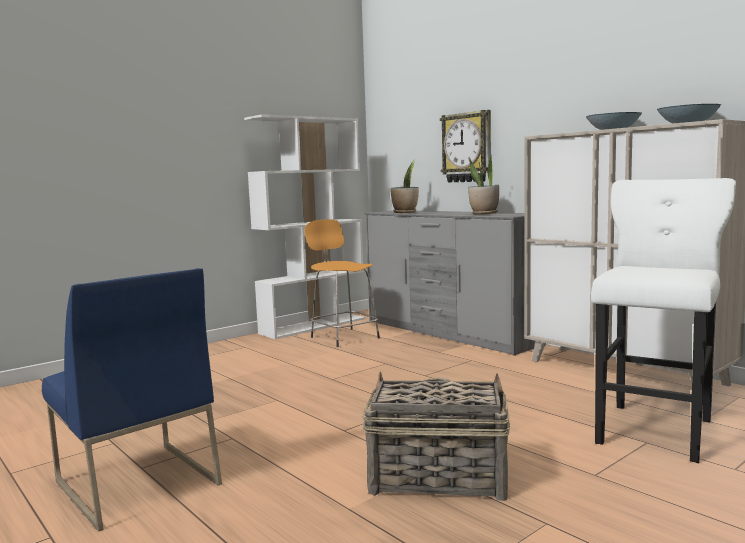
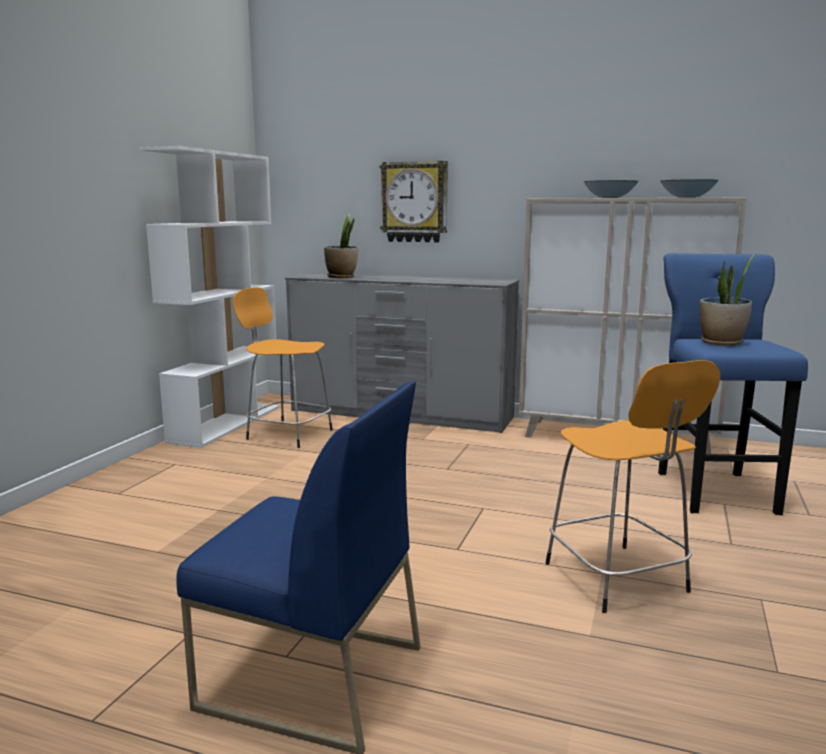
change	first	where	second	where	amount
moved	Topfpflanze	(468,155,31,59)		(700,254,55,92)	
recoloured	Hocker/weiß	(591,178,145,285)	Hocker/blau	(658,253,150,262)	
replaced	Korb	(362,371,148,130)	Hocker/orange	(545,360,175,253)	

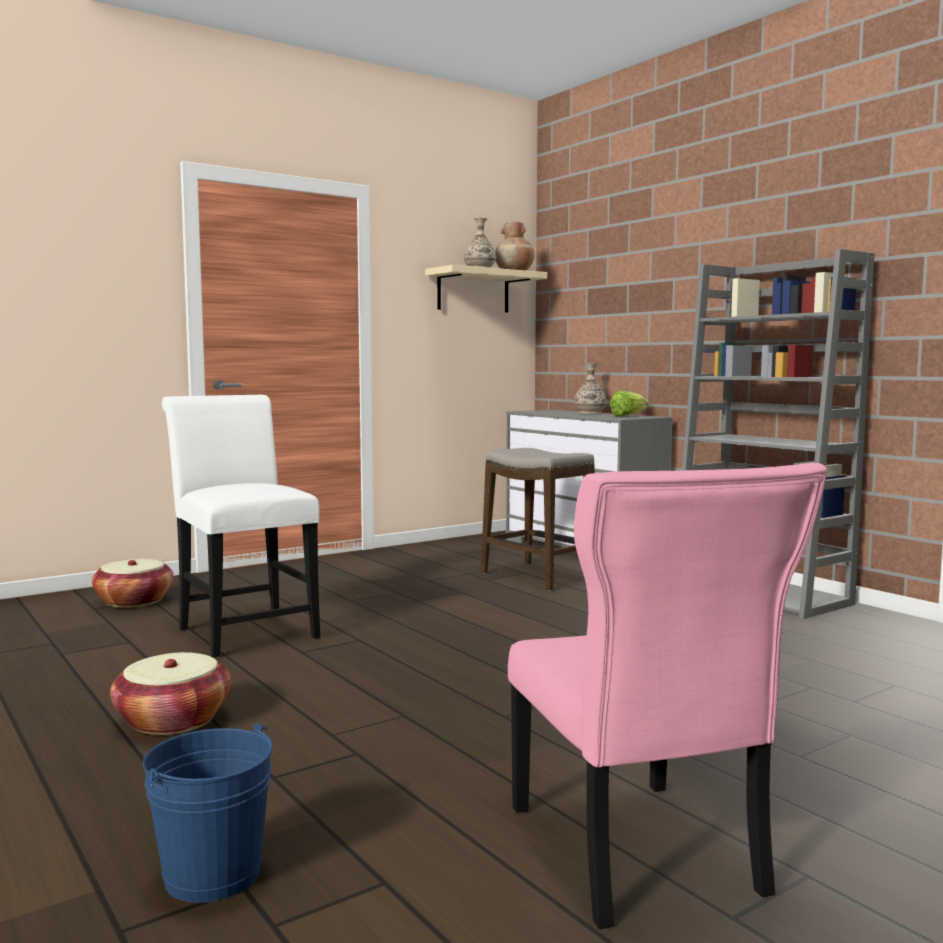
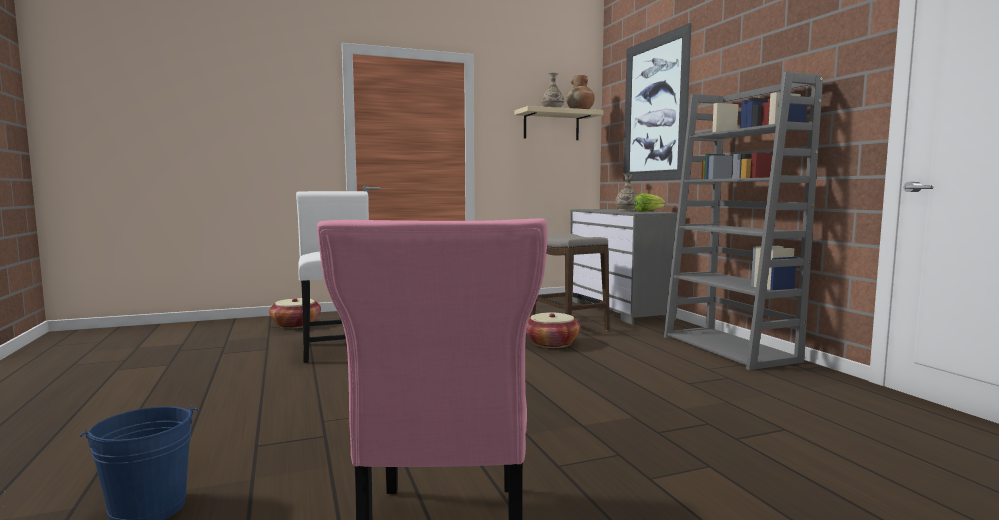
change	first	where	second	where	amount
moved	Korb	(110,652,121,83)		(526,312,54,36)	
added			Bild	(623,23,69,158)	

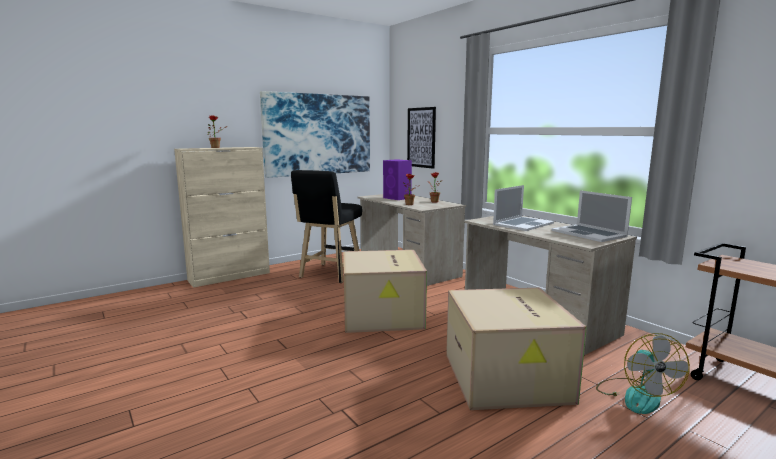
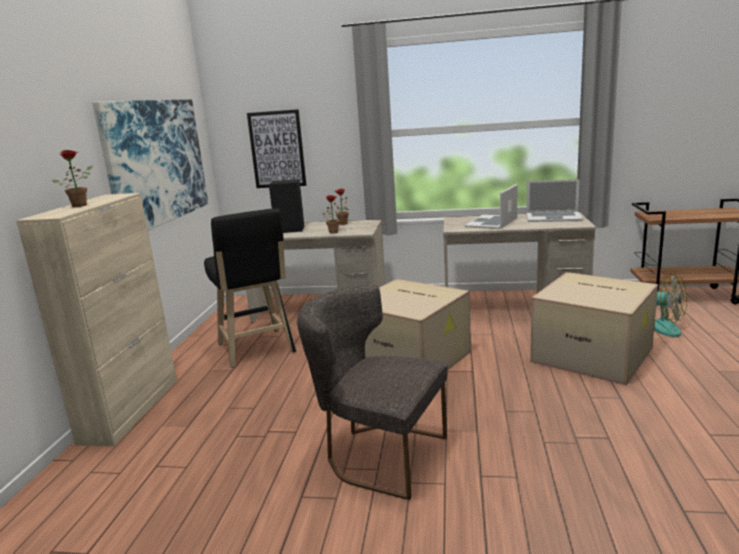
change	first	where	second	where	amount
recoloured	Lautsprecher/lila	(383,159,29,41)	Lautsprecher/schwarz	(269,179,35,54)	
turned	Laptop	(493,185,61,46)		(465,184,52,45)	150 degrees counterclockwise
added			Stuhl/grau	(297,285,150,215)	

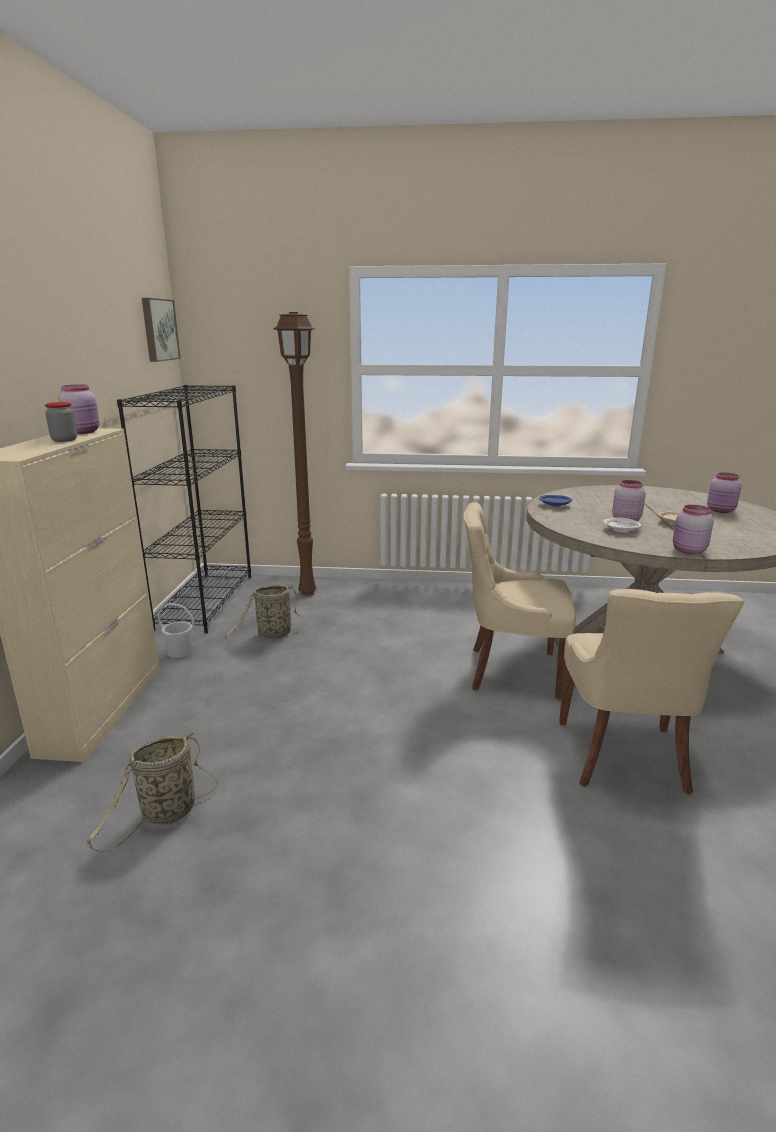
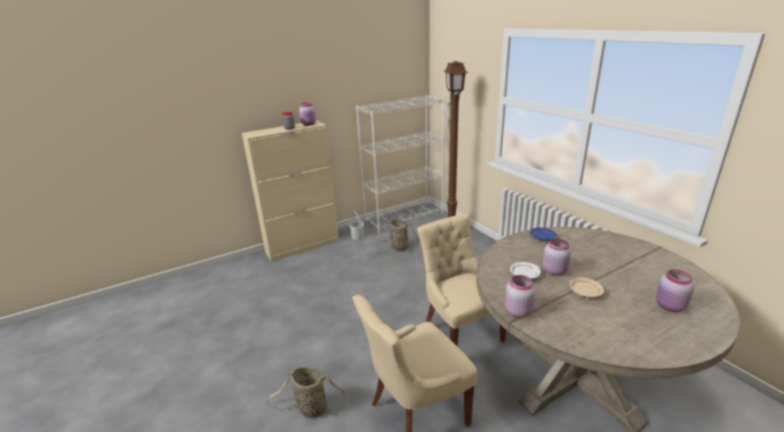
change	first	where	second	where	amount
removed	Bild	(142,298,39,64)			
recoloured	Bücherregal/schwarz	(117,385,134,249)	Bücherregal/weiß	(356,95,89,138)	
moved	Korb	(86,732,132,120)		(267,367,78,51)	

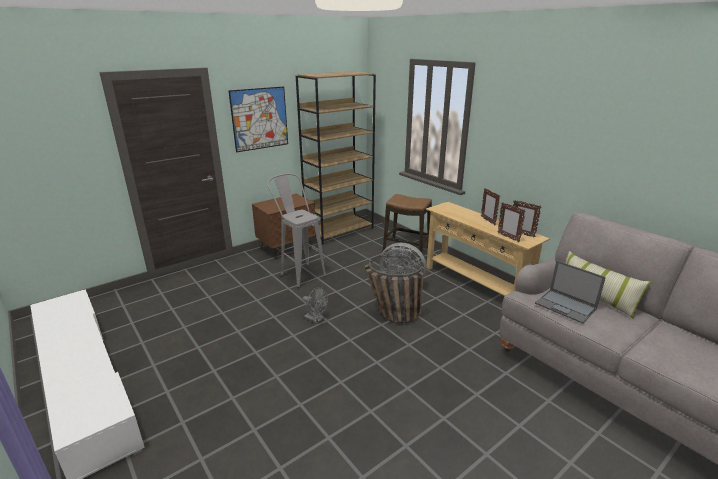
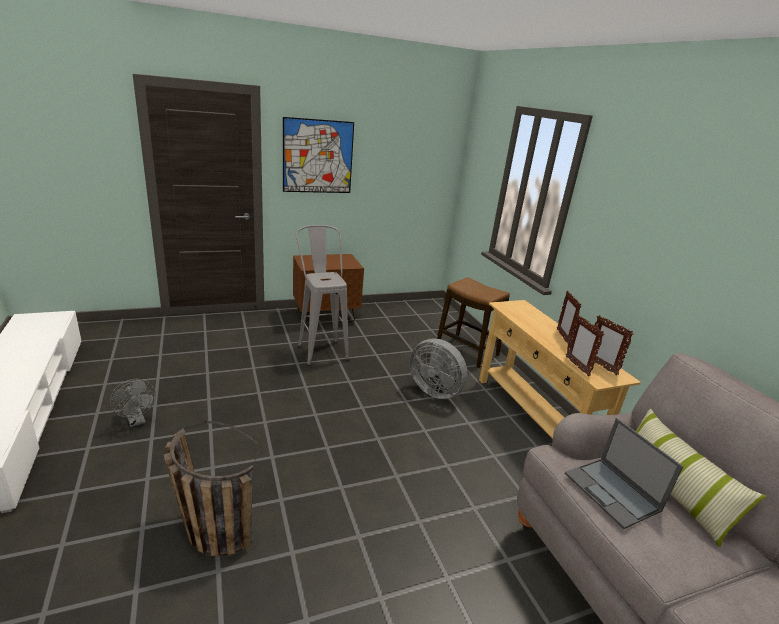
change	first	where	second	where	amount
removed	Bücherregal/braun	(296,71,80,174)			
moved	Korb	(365,256,59,67)		(164,421,97,135)	
moved	Ventilator/grau	(303,287,25,37)		(110,379,46,48)	

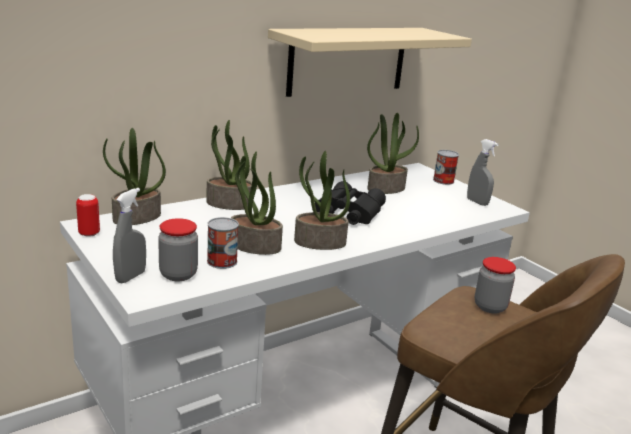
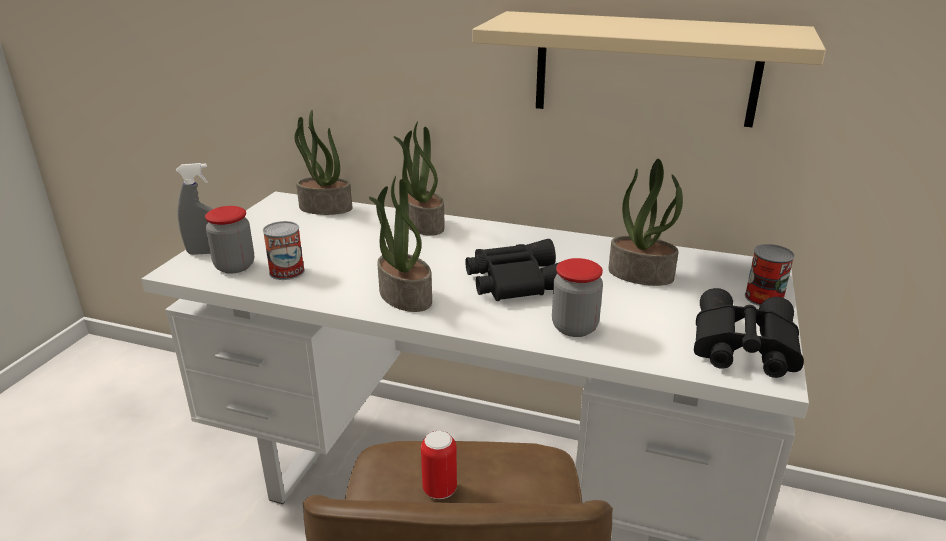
change	first	where	second	where	amount
replaced	Sprühflasche/grau	(467,139,32,67)	Fernglas/schwarz	(694,288,110,90)	
removed	Topfpflanze	(231,151,52,104)			
moved	Dose	(76,194,24,43)		(421,431,36,68)	
moved	Vorratsglas	(475,257,41,56)		(552,258,51,79)	

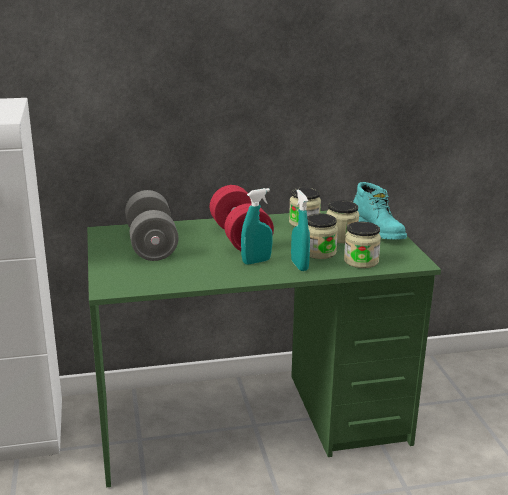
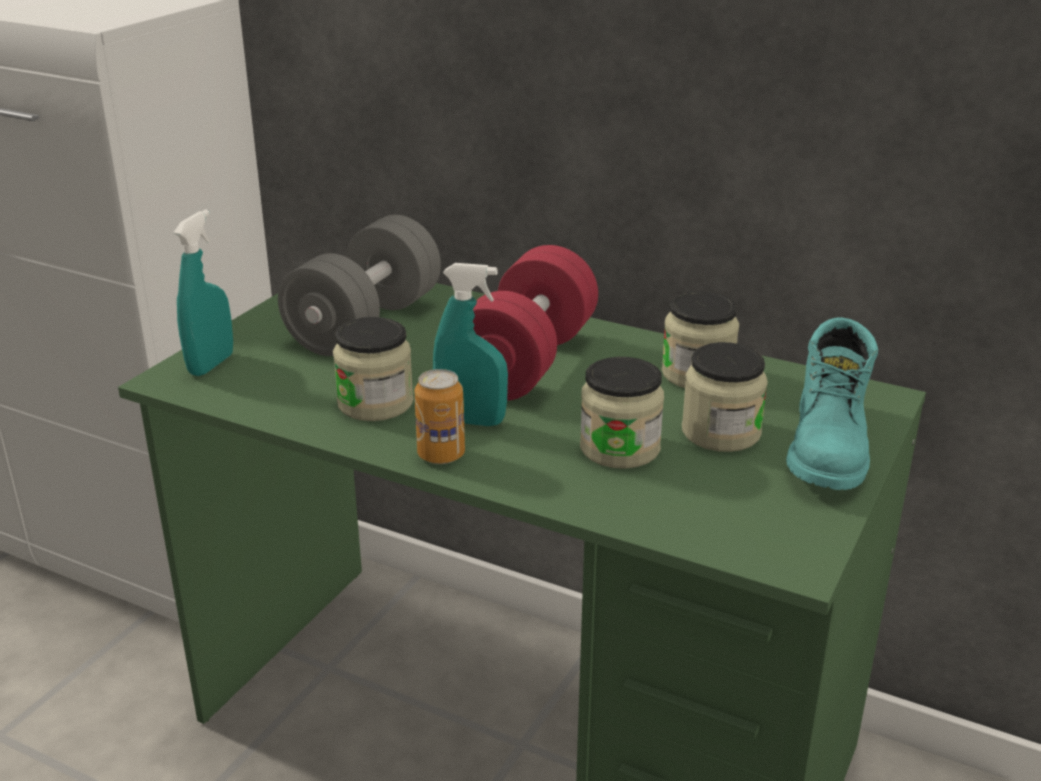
change	first	where	second	where	amount
moved	Sprühflasche/türkis	(291,189,19,82)		(174,209,59,167)	
moved	Vorratsglas	(344,222,37,46)		(333,317,80,104)	
added			Dose	(414,369,51,95)	

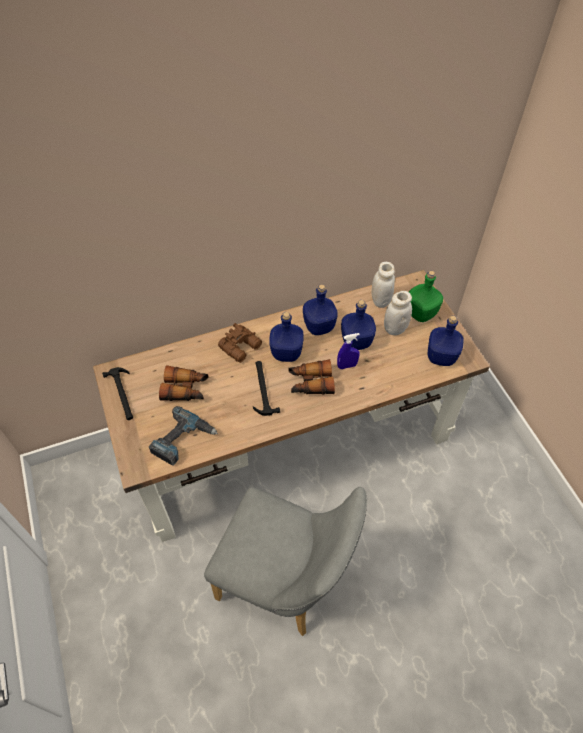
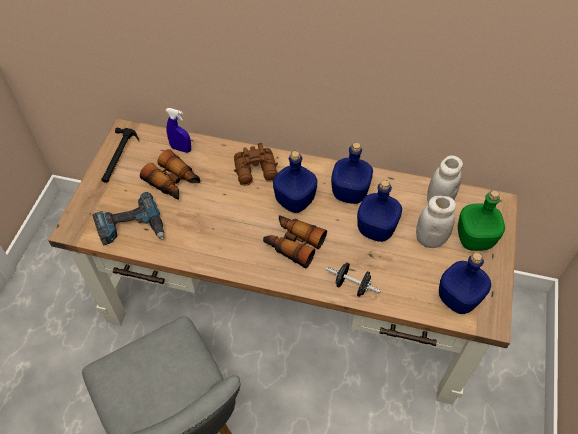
change	first	where	second	where	amount
moved	Sprühflasche/blau	(337,333,23,36)		(166,108,25,45)	
removed	Hammer	(253,361,27,55)			
added			Hantel/schwarz	(326,263,55,34)	

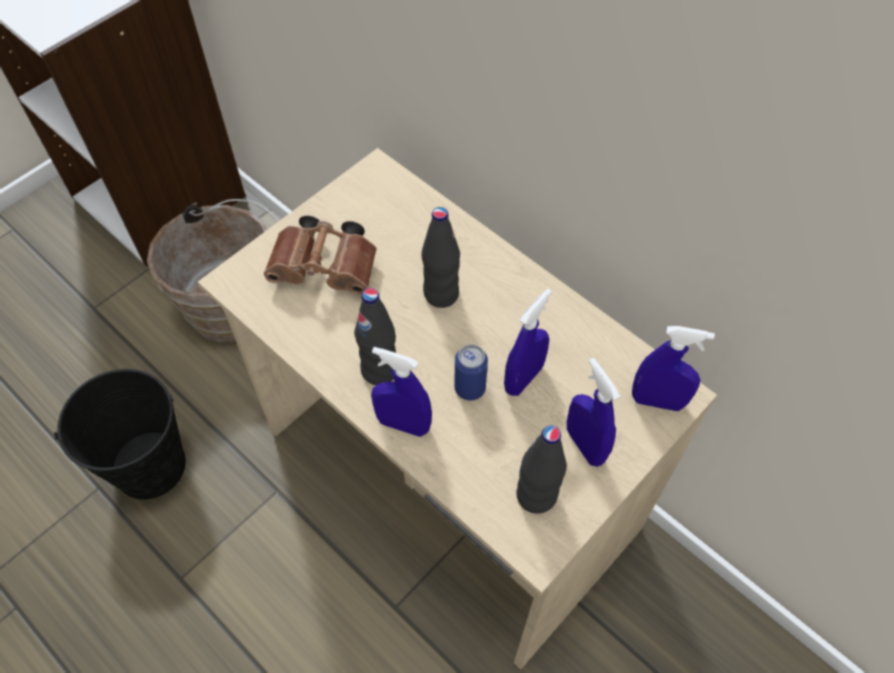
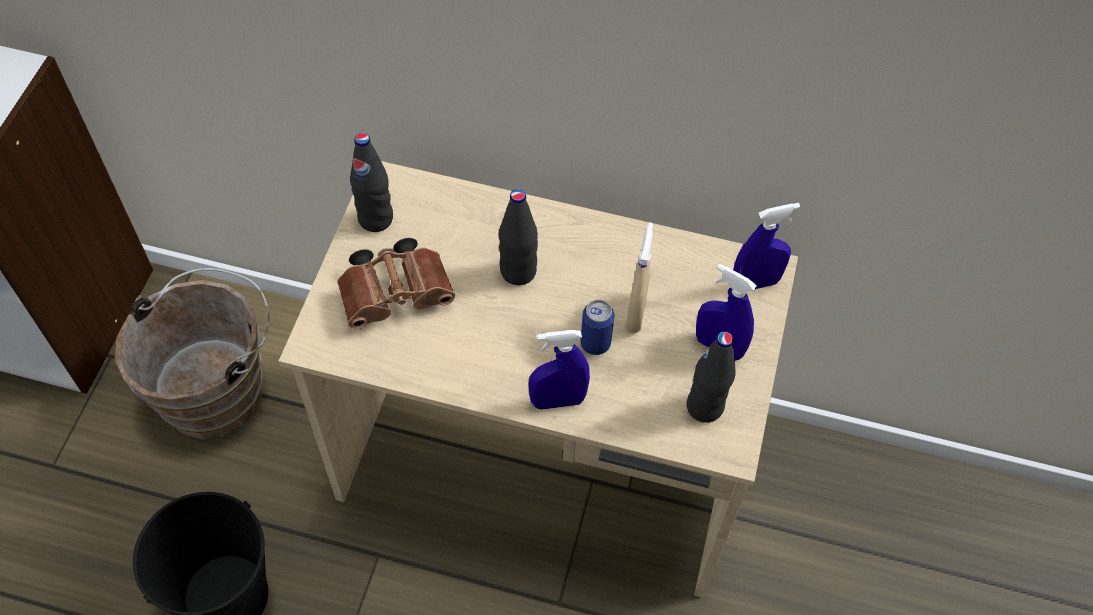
change	first	where	second	where	amount
moved	Flasche/schwarz	(354,288,42,97)		(350,133,43,99)	
recoloured	Sprühflasche/blau	(504,289,48,107)	Sprühflasche/beige	(625,222,28,111)	

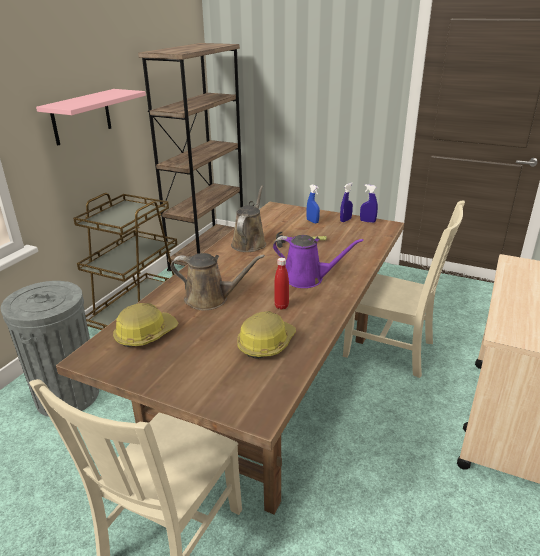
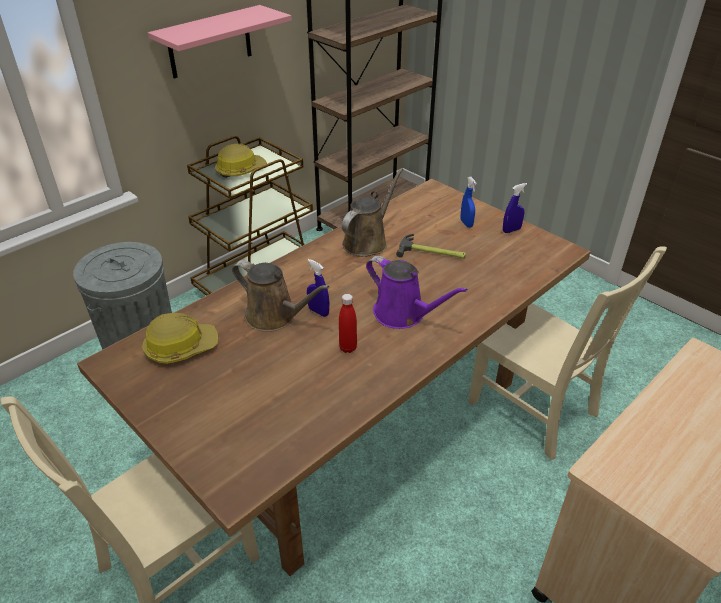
change	first	where	second	where	amount
moved	Sprühflasche/blau	(360,184,18,39)		(307,259,22,58)	
moved	Schutzhelm	(237,311,59,48)		(215,144,52,34)	

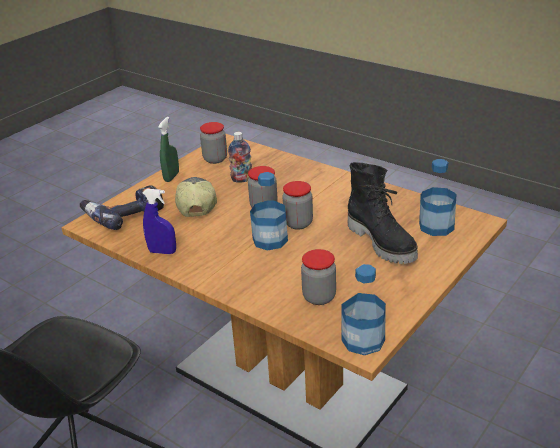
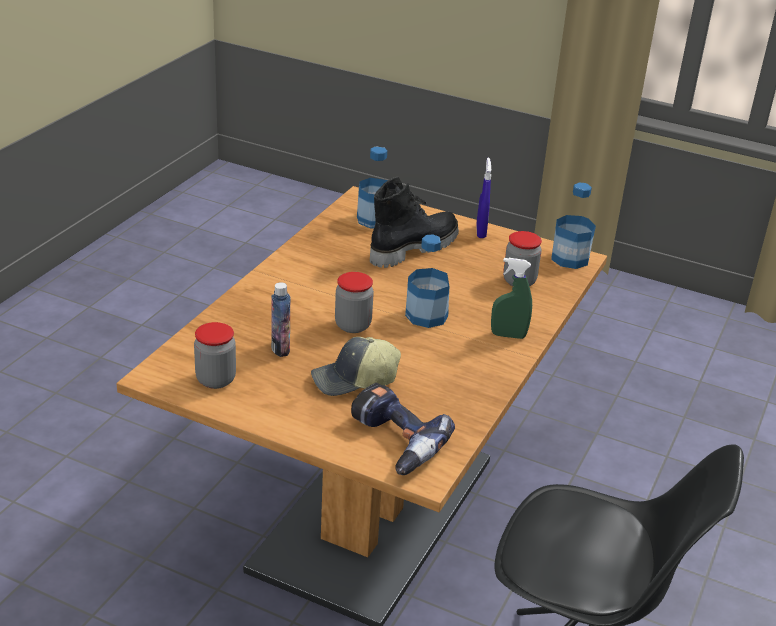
change	first	where	second	where	amount
moved	Sprühflasche/grün	(158,117,21,65)		(491,258,41,81)	
removed	Vorratsglas	(282,181,31,48)			
moved	Sprühflasche/blau	(143,189,33,65)		(476,158,15,80)	

